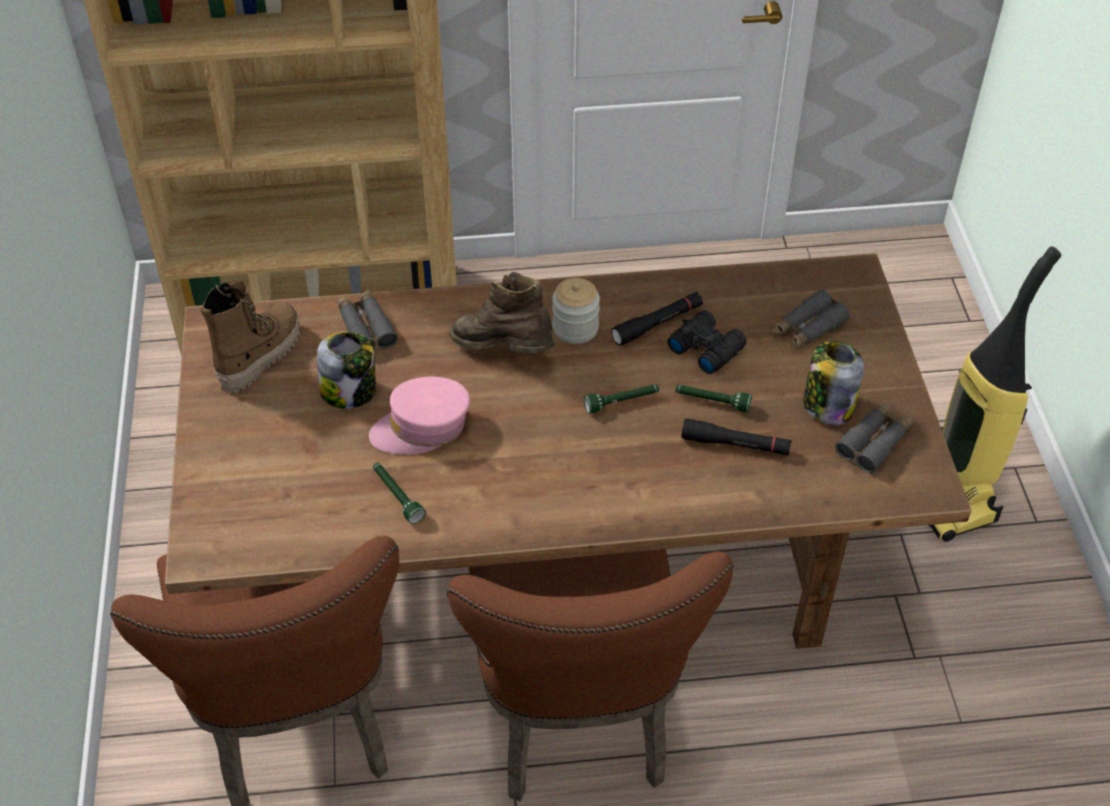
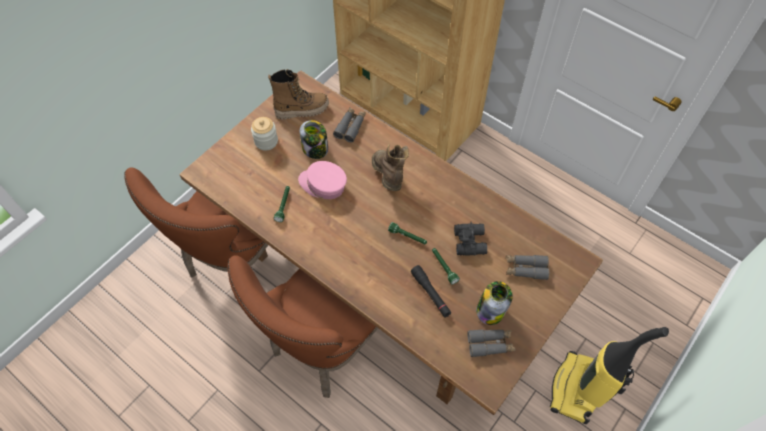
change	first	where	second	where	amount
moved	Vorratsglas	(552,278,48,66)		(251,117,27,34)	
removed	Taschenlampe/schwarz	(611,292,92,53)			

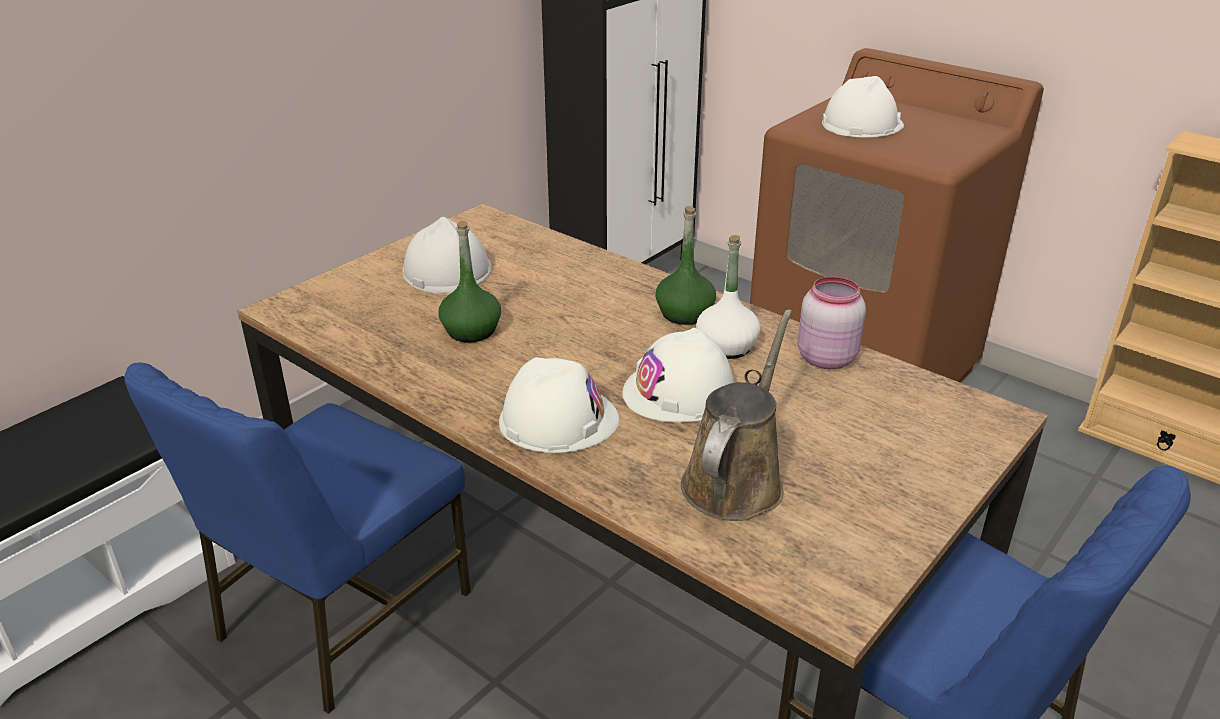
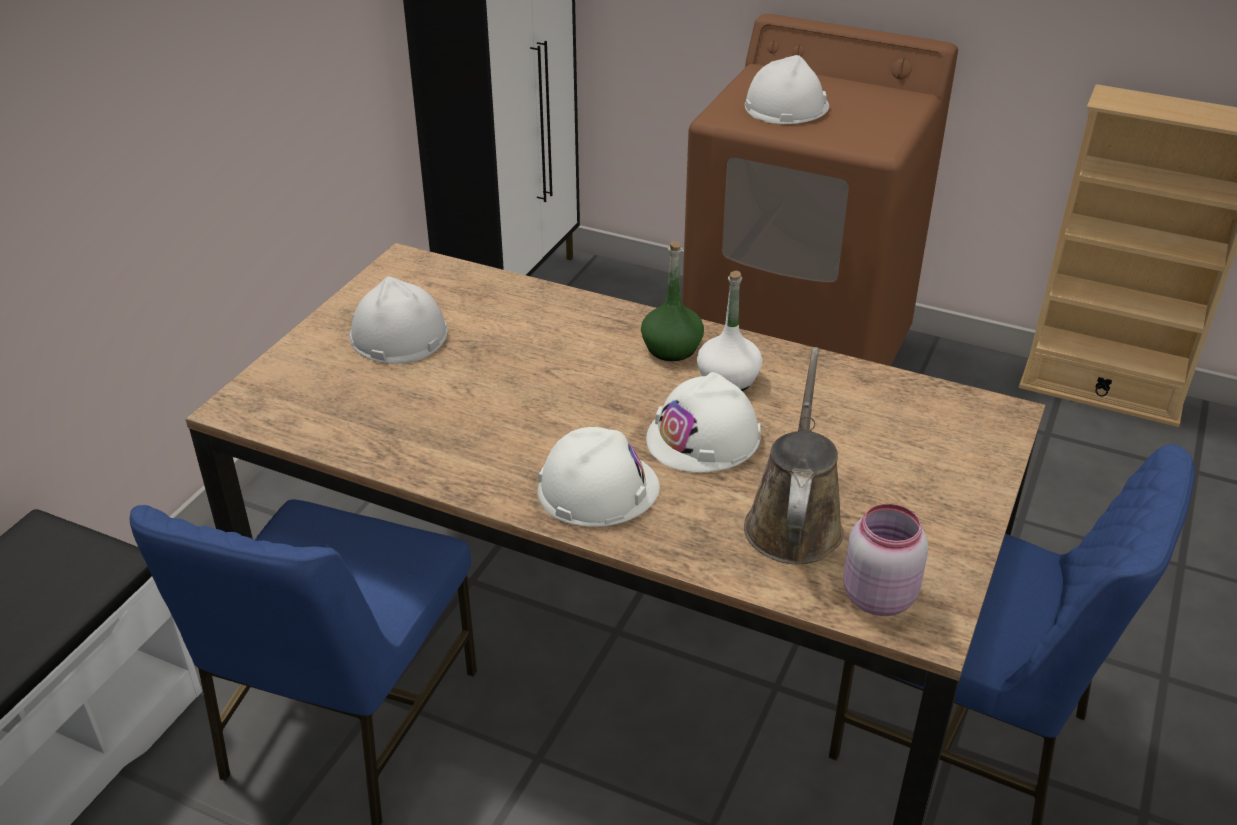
change	first	where	second	where	amount
removed	Flasche/grün	(439,221,62,121)			
moved	Vorratsglas/rosa	(797,276,69,93)		(843,504,85,112)	

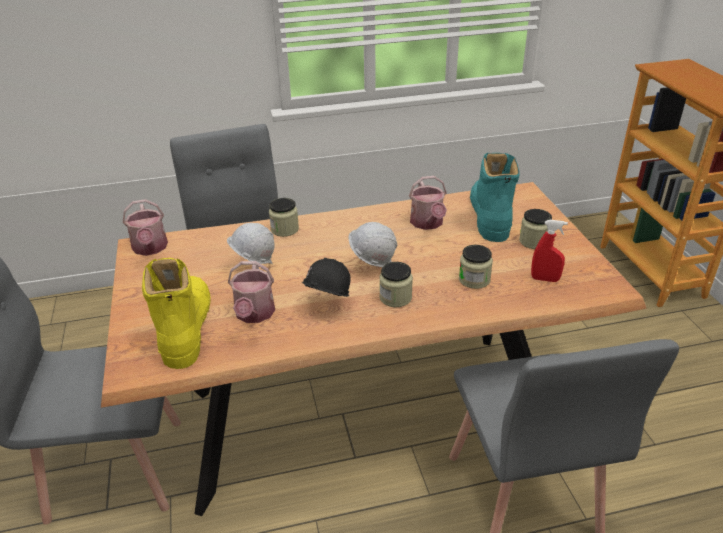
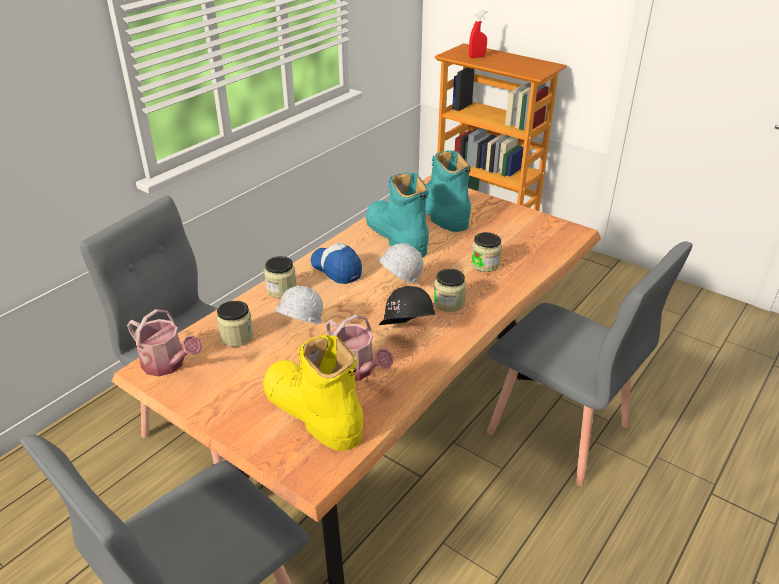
change	first	where	second	where	amount
replaced	Gießkanne	(409,176,38,54)	Stiefel/türkis	(366,173,63,85)	
moved	Vorratsglas	(519,209,33,40)		(217,301,37,46)	
moved	Sprühflasche/rot	(531,220,37,62)		(469,11,18,47)	
added			Kappe	(311,243,51,41)	

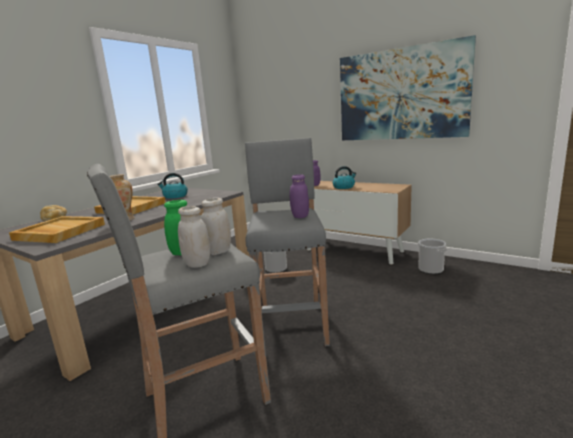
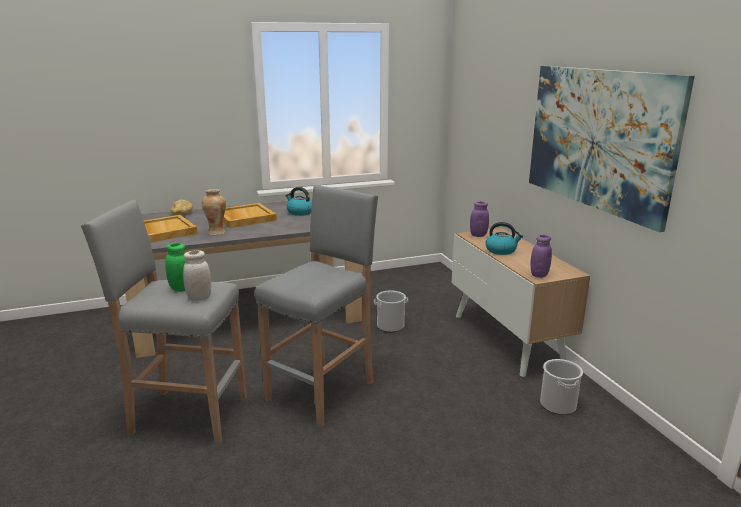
change	first	where	second	where	amount
moved	Vorratsglas/lila	(290,174,19,44)		(530,235,22,43)	
removed	Vorratsglas/weiß	(178,206,32,62)			

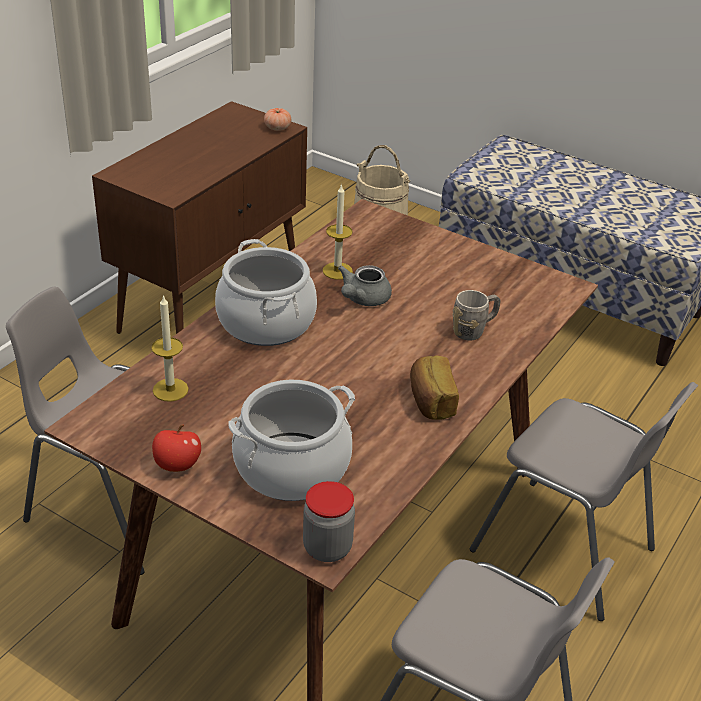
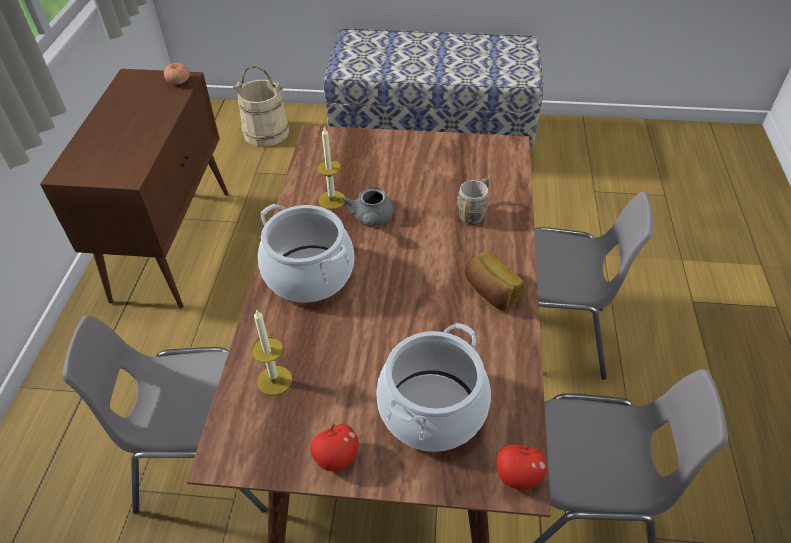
change	first	where	second	where	amount
replaced	Vorratsglas	(303,481,52,81)	Apfel	(496,445,51,44)	

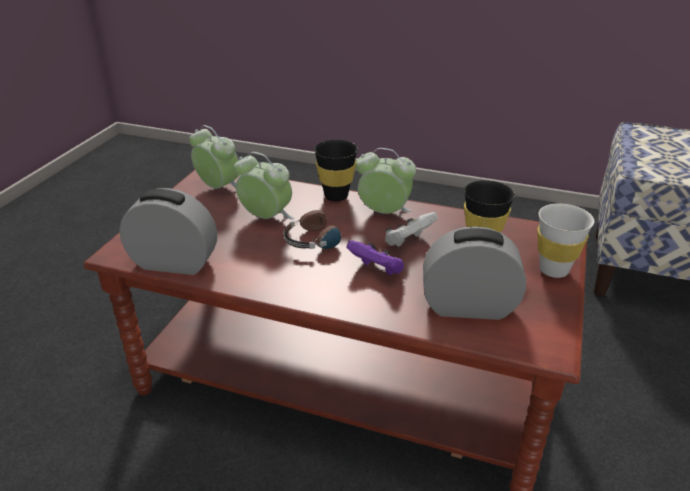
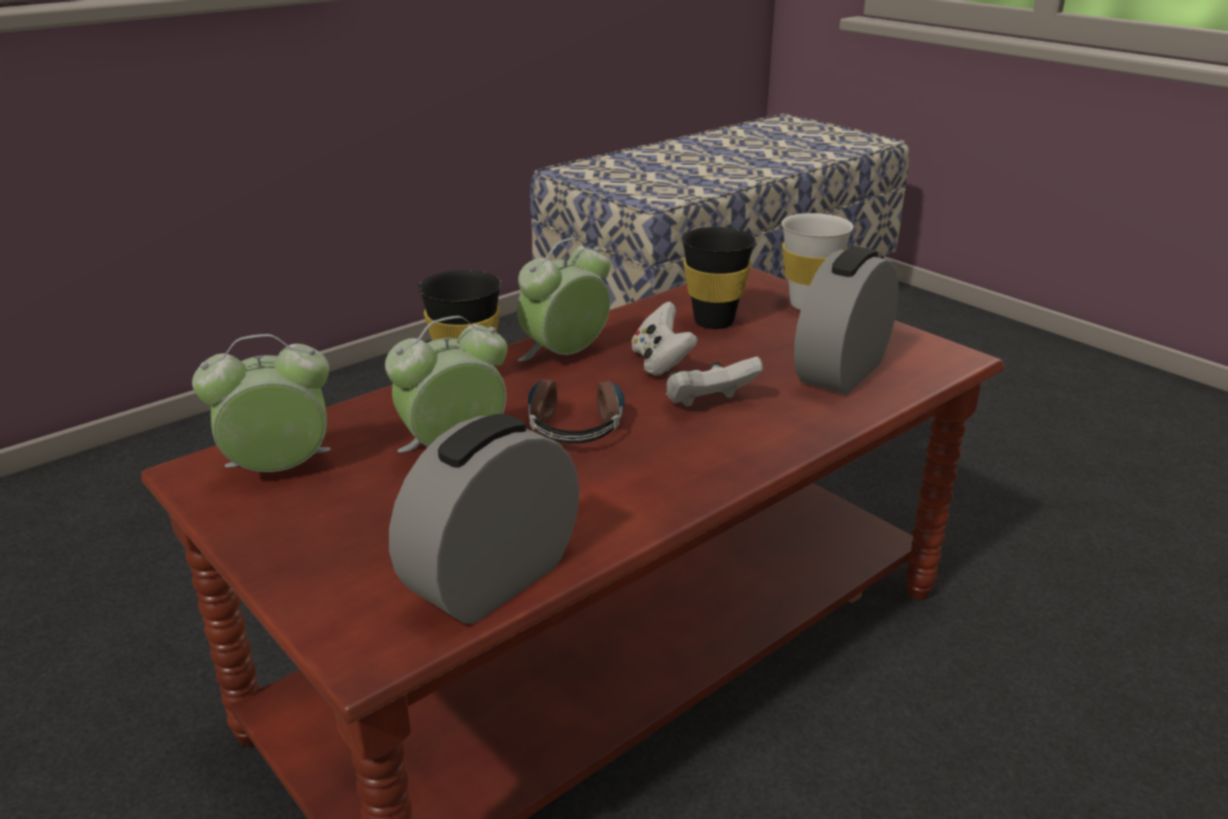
change	first	where	second	where	amount
recoloured	Gamepad/lila	(347,240,57,36)	Gamepad/weiß	(666,357,97,50)	

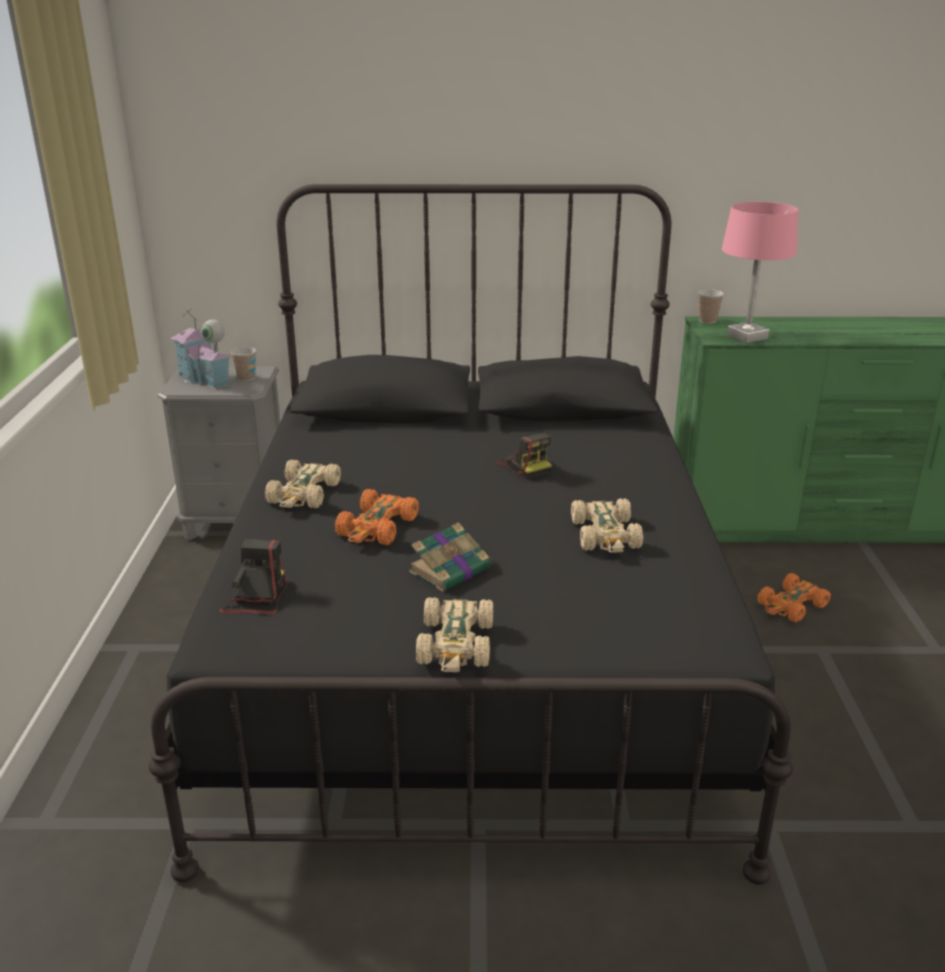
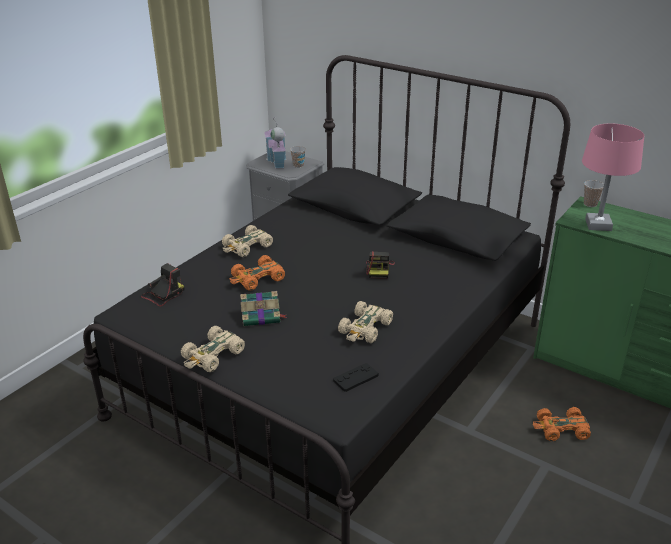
change	first	where	second	where	amount
added			Gamepad/schwarz	(333,363,46,29)	

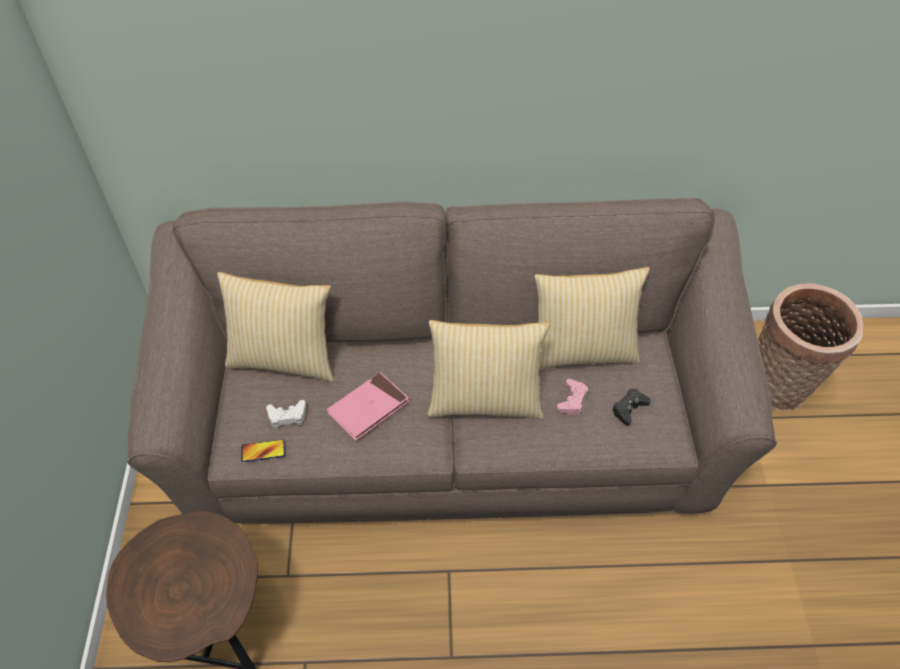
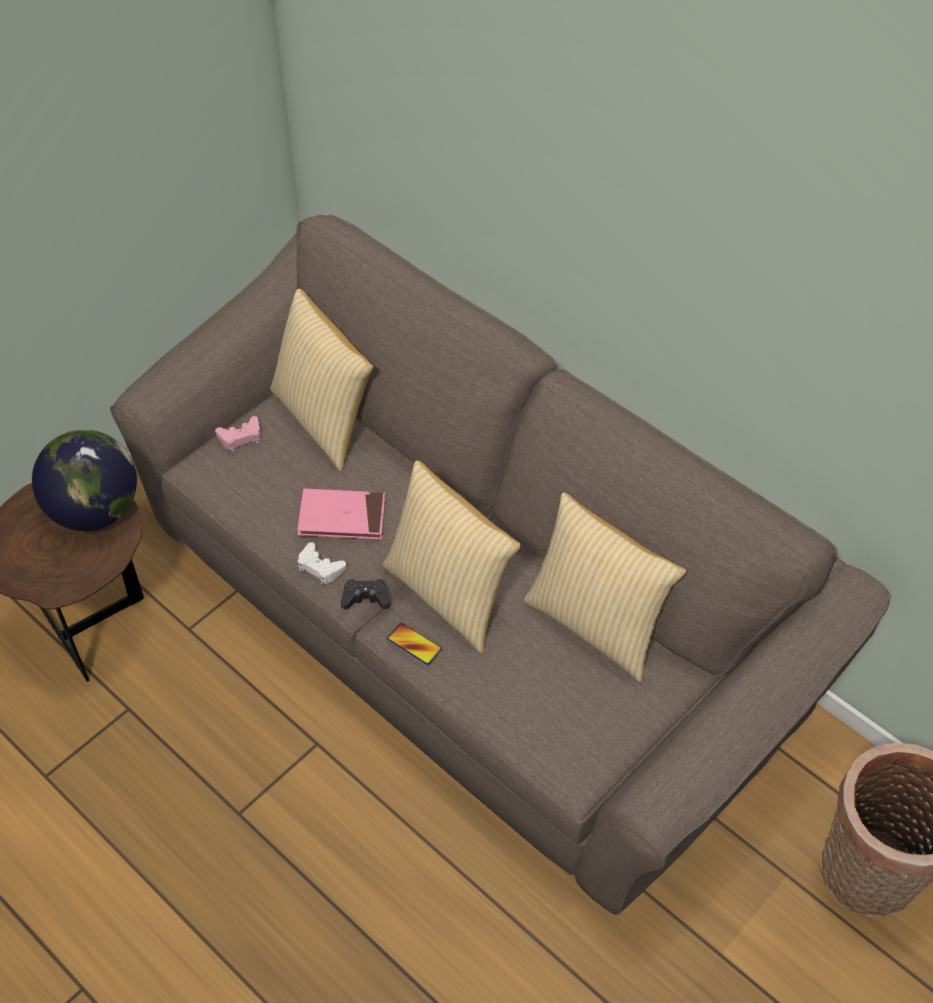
change	first	where	second	where	amount
moved	Gamepad/rosa	(557,379,31,36)		(215,416,46,36)	
moved	Gamepad/schwarz	(612,388,39,37)		(341,579,49,31)	
moved	Gamepad/weiß	(266,400,40,29)		(298,542,48,43)	
moved	Handy	(241,439,44,23)		(387,623,55,42)	
added			Globus	(32,429,105,102)	

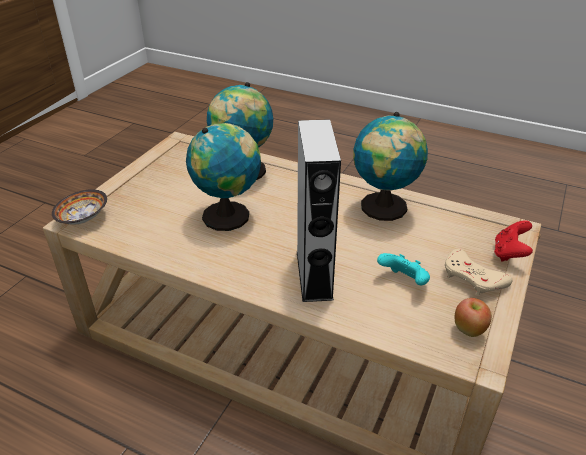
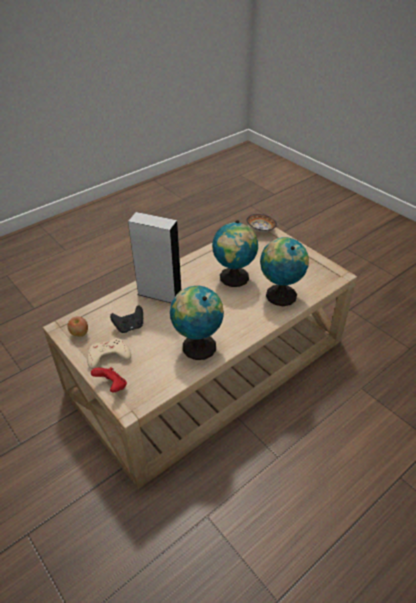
change	first	where	second	where	amount
recoloured	Gamepad/türkis	(377,253,53,33)	Gamepad/schwarz	(110,305,33,28)	

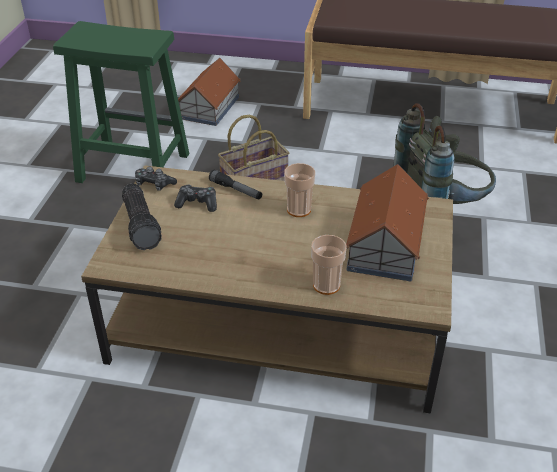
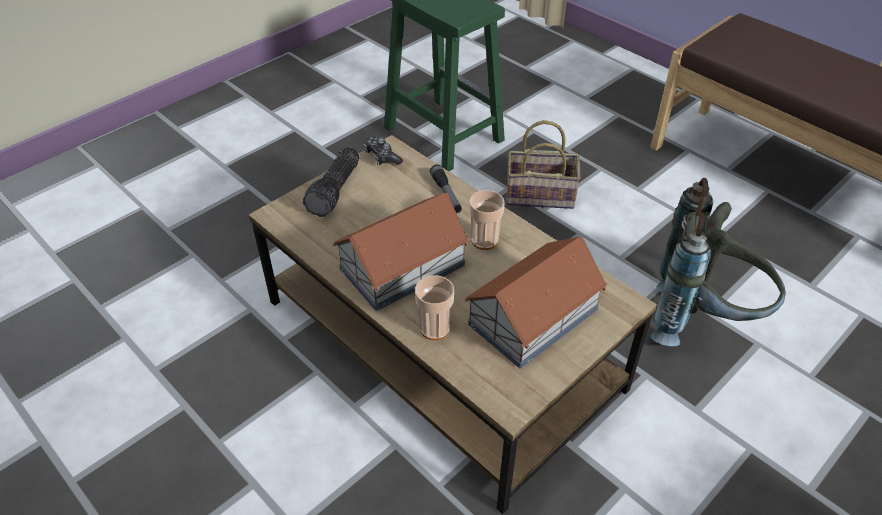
change	first	where	second	where	amount
moved	Spielzeughaus	(178,58,63,68)		(333,193,137,118)	
removed	Gamepad	(174,185,43,27)			

